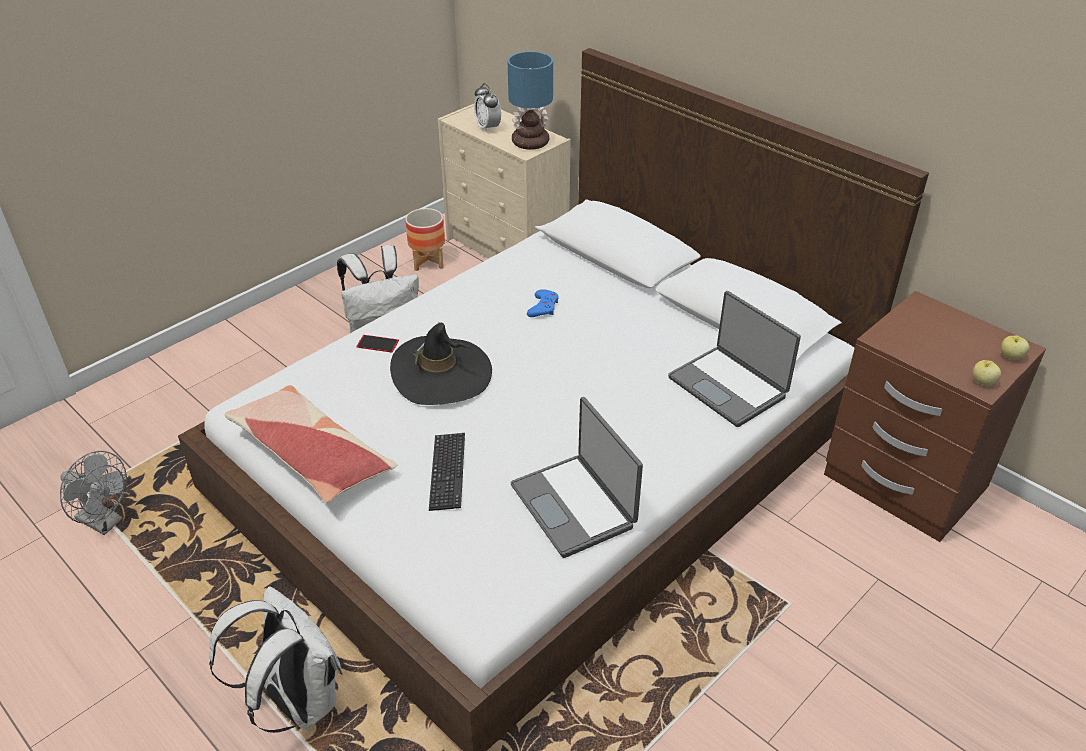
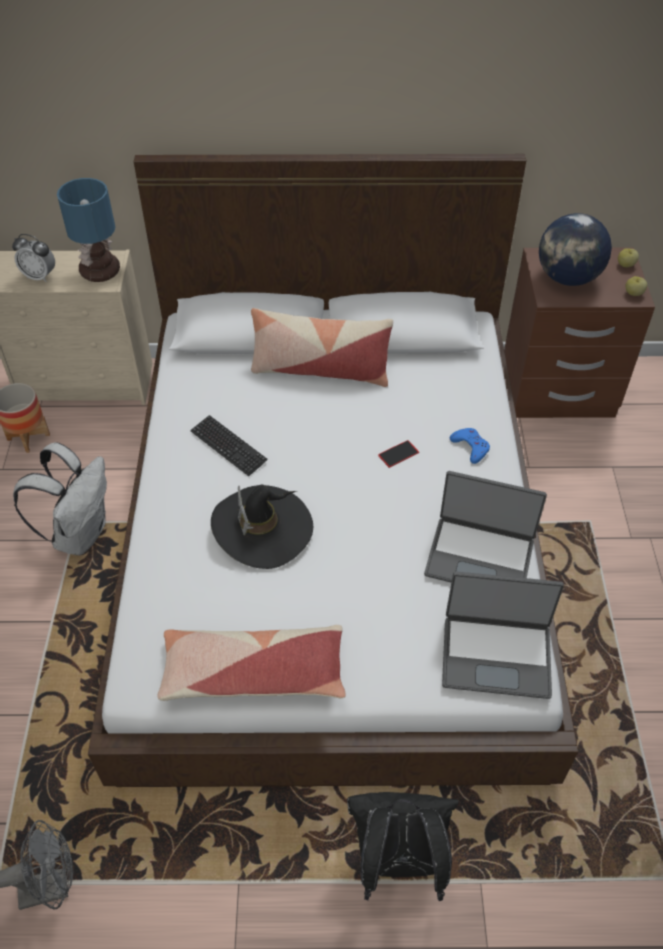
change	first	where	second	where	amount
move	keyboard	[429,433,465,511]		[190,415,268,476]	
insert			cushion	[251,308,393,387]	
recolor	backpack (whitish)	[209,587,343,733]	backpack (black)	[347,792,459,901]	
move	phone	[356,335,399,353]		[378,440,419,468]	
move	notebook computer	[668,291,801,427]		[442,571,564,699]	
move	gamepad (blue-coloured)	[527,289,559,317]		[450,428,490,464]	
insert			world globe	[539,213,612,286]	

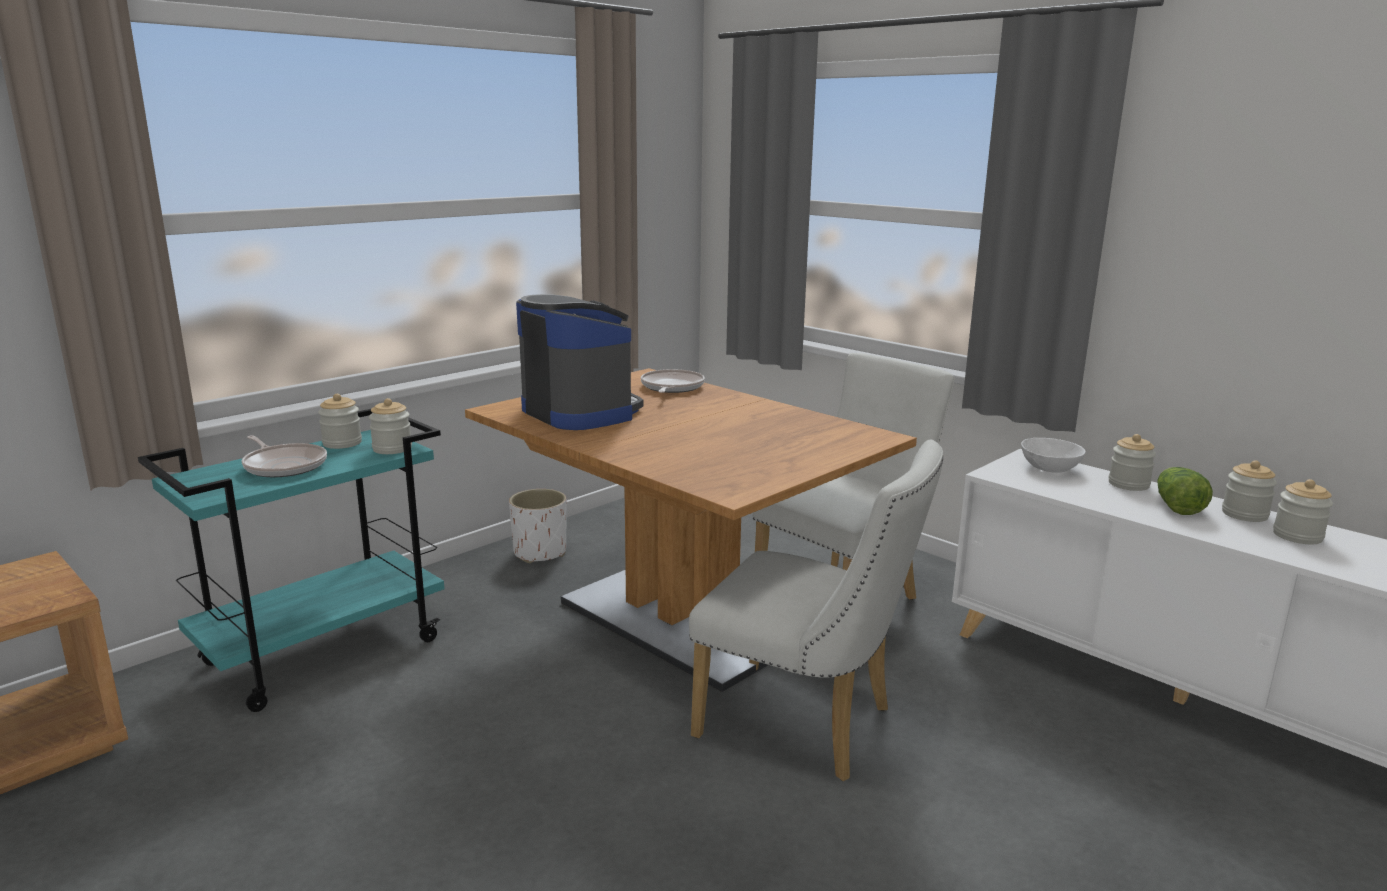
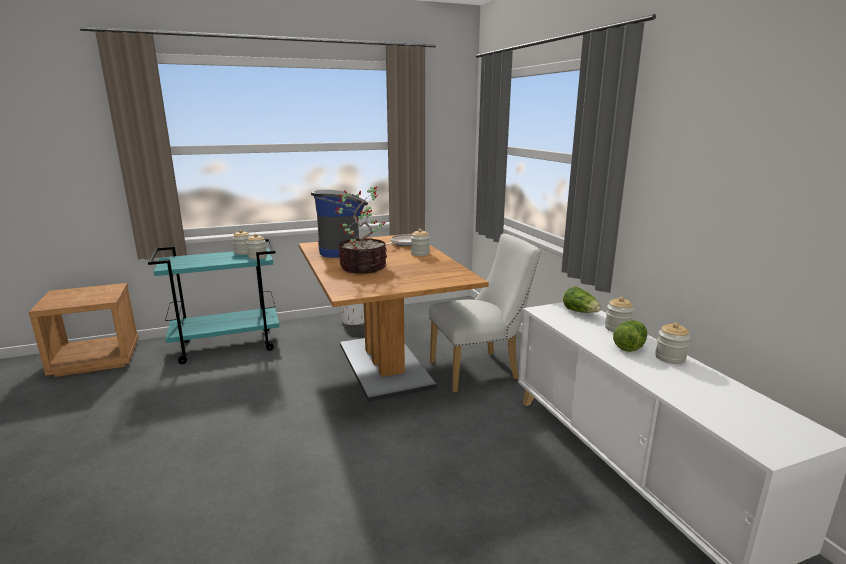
change	first	where	second	where	amount
insert			potted plant	[335,186,387,274]	
move	preserve jar	[1273,479,1333,544]		[411,229,430,256]	
replace	serving bowl (whitish)	[1021,438,1086,473]	lettuce head	[563,286,601,313]	
delete	pan	[242,435,327,477]			
delete	plain chair (whitish)	[689,440,943,781]			

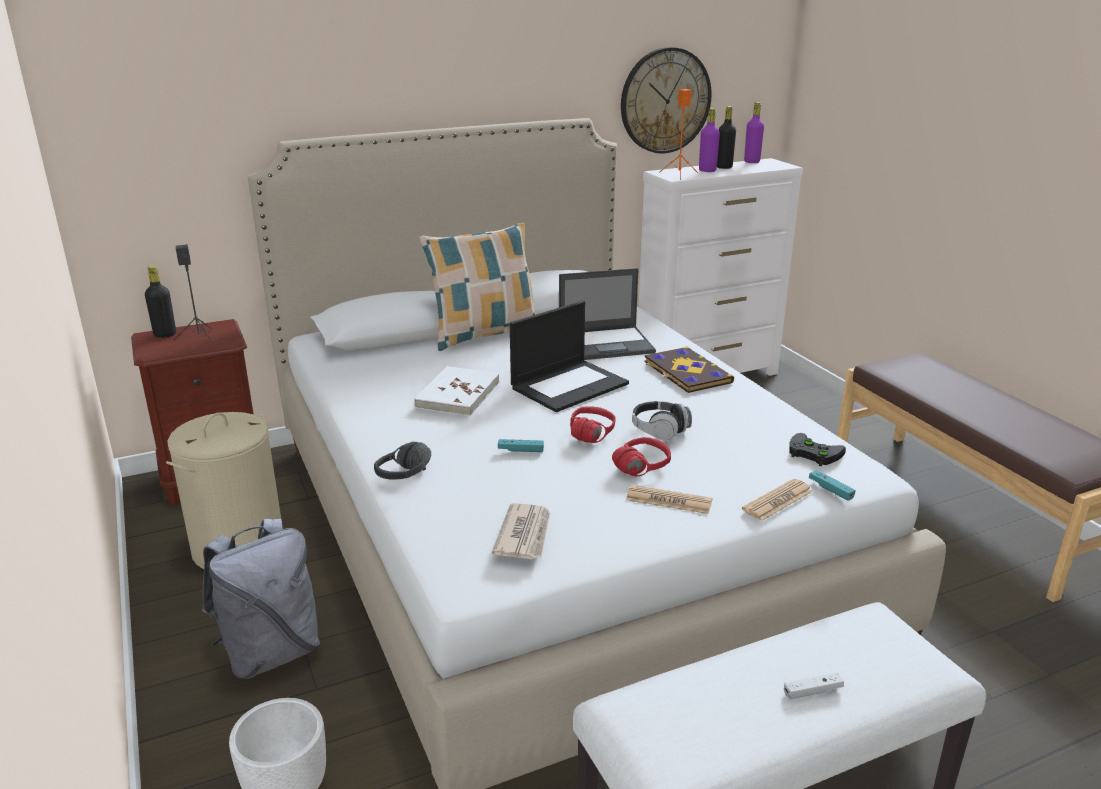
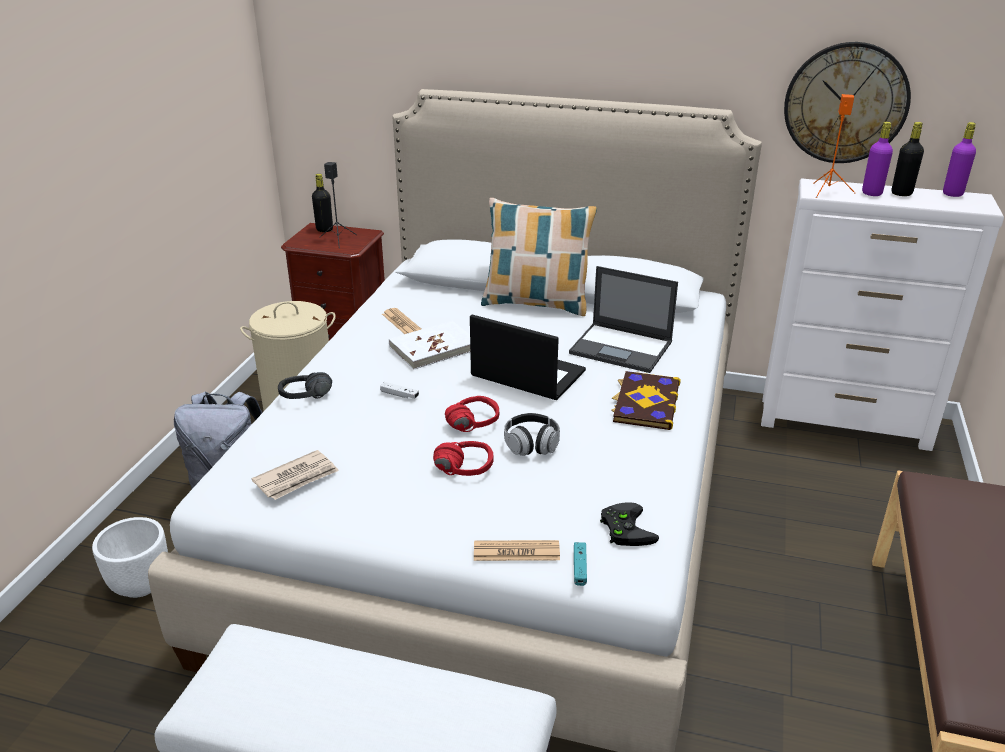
change	first	where	second	where	amount
move	gamepad (whitish)	[784,673,844,699]		[380,382,419,399]	
move	printed paper	[626,485,713,514]		[382,308,421,334]	
rotate	notebook computer	[510,301,629,412]		[470,315,586,400]	150 degrees counterclockwise
delete	gamepad (turquoise)	[498,439,544,452]			

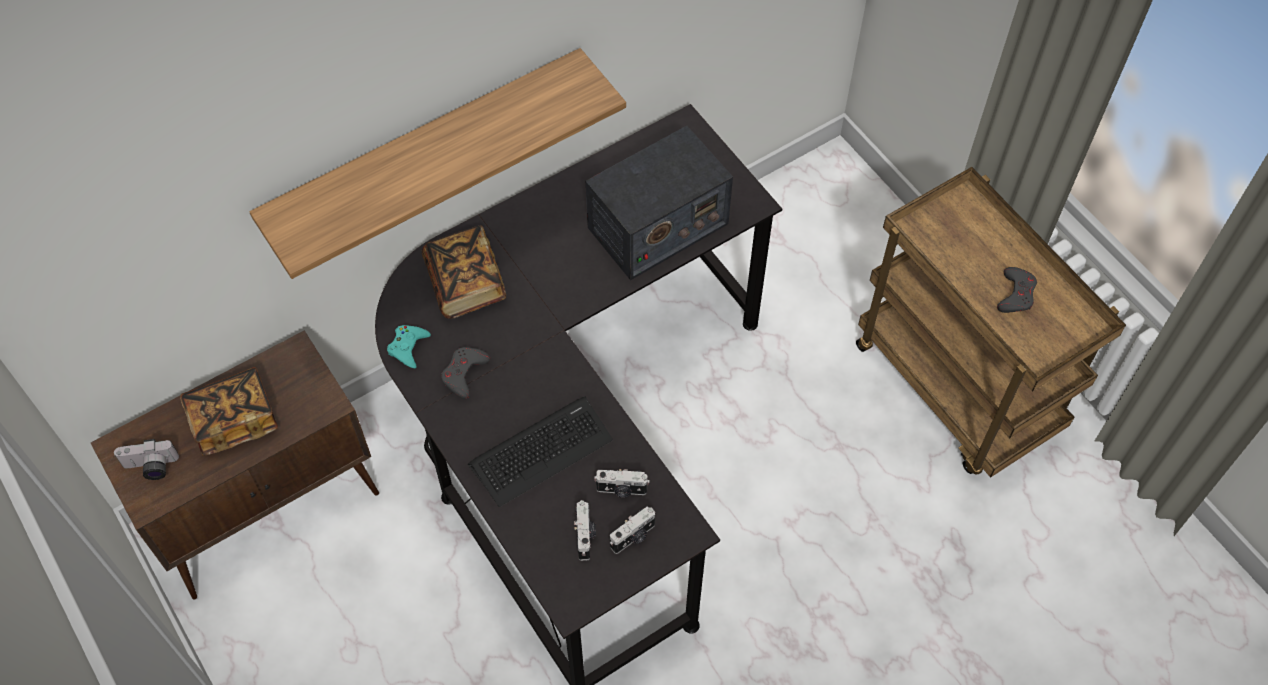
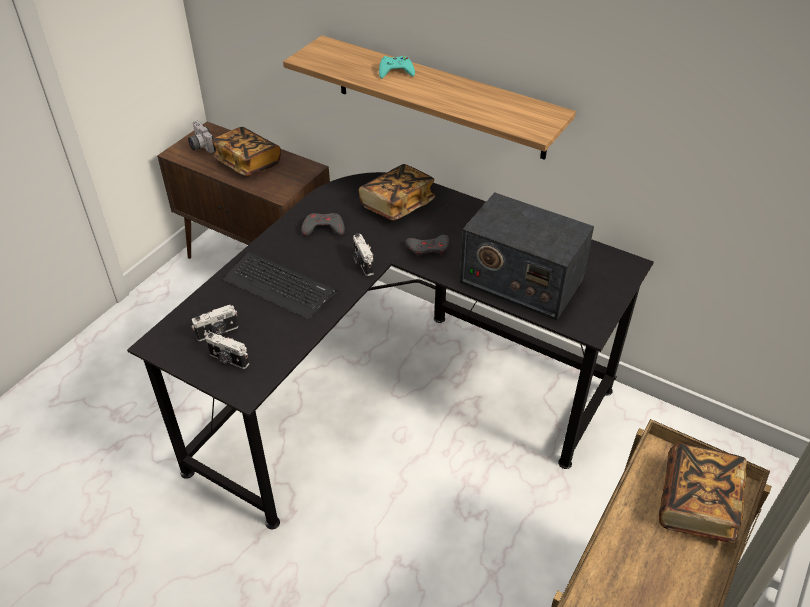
change	first	where	second	where	amount
move	still camera	[594,469,650,498]		[353,234,374,276]	
move	gamepad (turquoise)	[387,325,431,368]		[379,56,415,79]	
move	gamepad (greyish)	[997,267,1037,313]		[405,235,449,258]	
insert			volume	[659,444,747,543]	

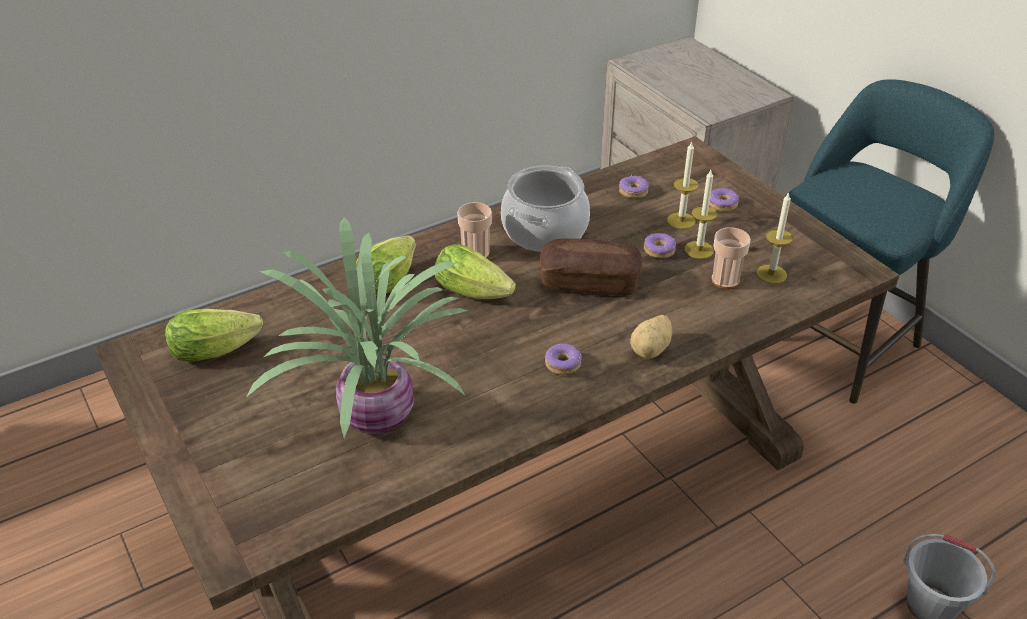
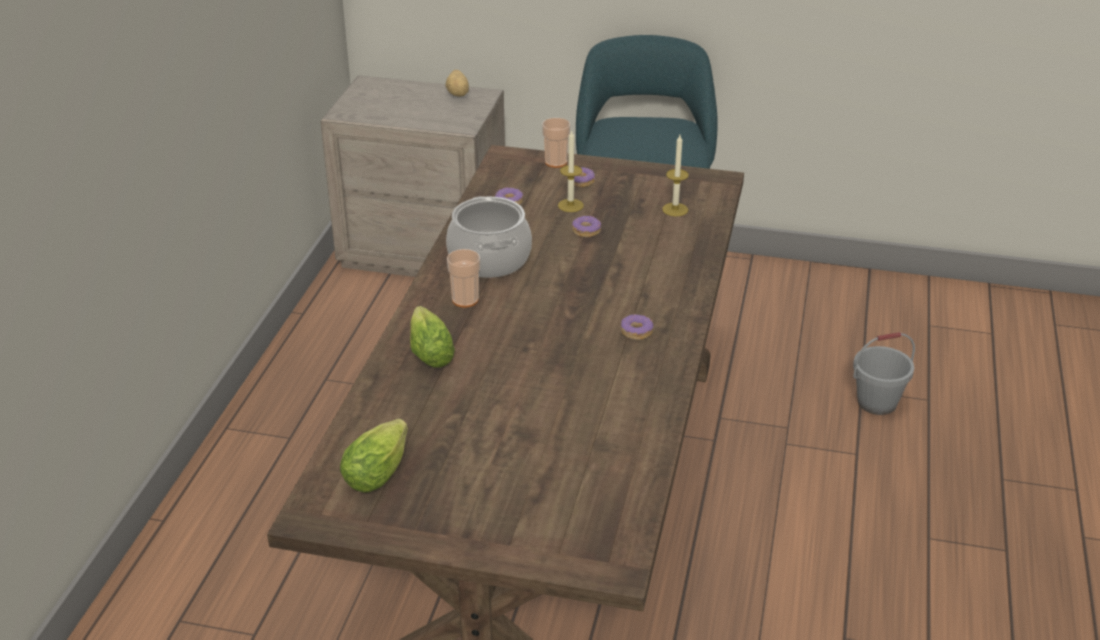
change	first	where	second	where	amount
move	potato	[630,315,672,359]		[446,70,469,97]	
move	drinking cup	[711,228,751,289]		[542,118,570,168]	
delete	potted plant	[247,218,469,438]			
delete	lettuce head	[435,244,516,299]			
delete	bread	[540,239,642,296]			
delete	candle	[685,170,717,259]			

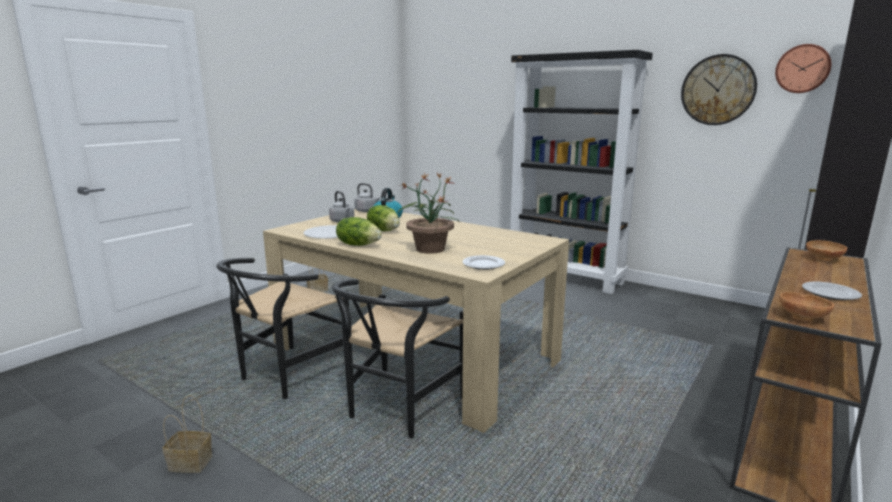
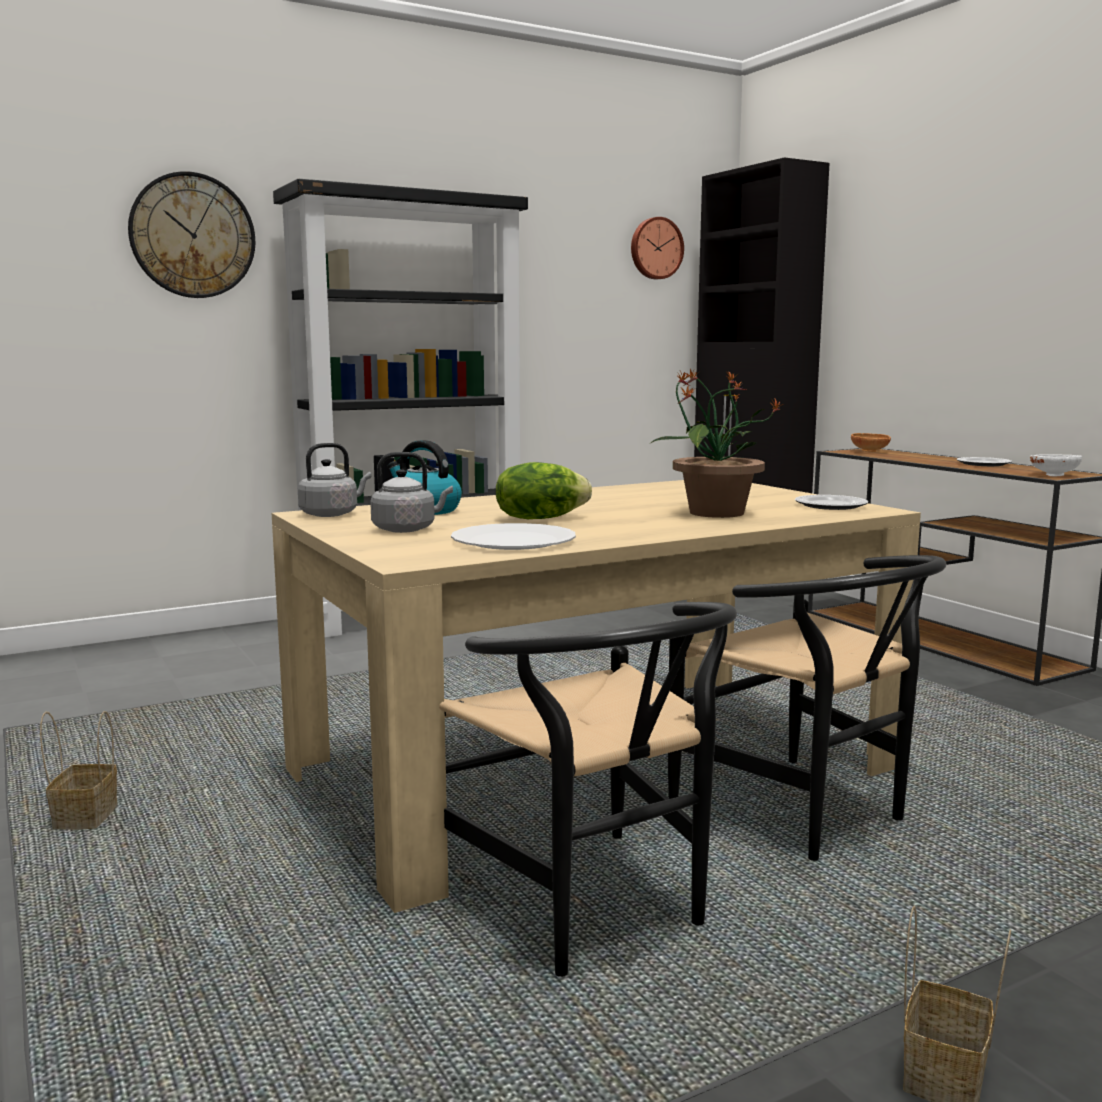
change	first	where	second	where	amount
move	hanging clock	[681,54,757,125]		[128,171,255,298]	
recolor	serving bowl (brown-coloured)	[779,292,834,321]	serving bowl (whitish)	[1030,454,1082,476]	
delete	lettuce head	[336,217,382,246]			

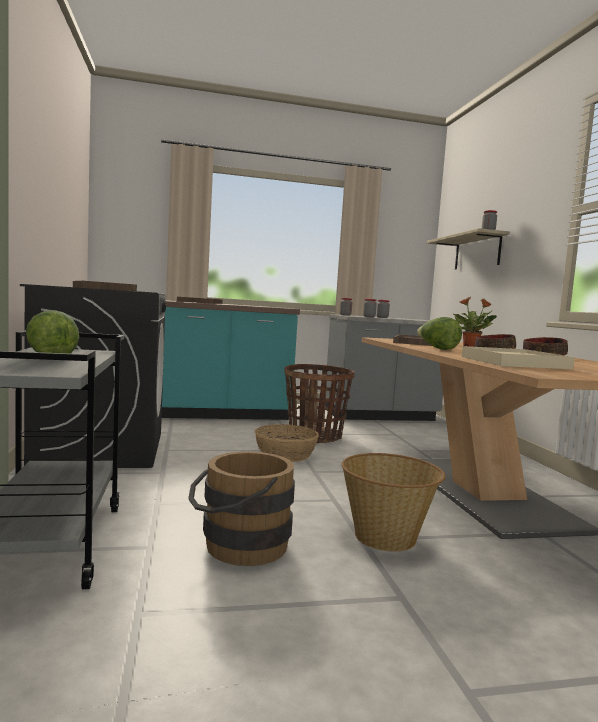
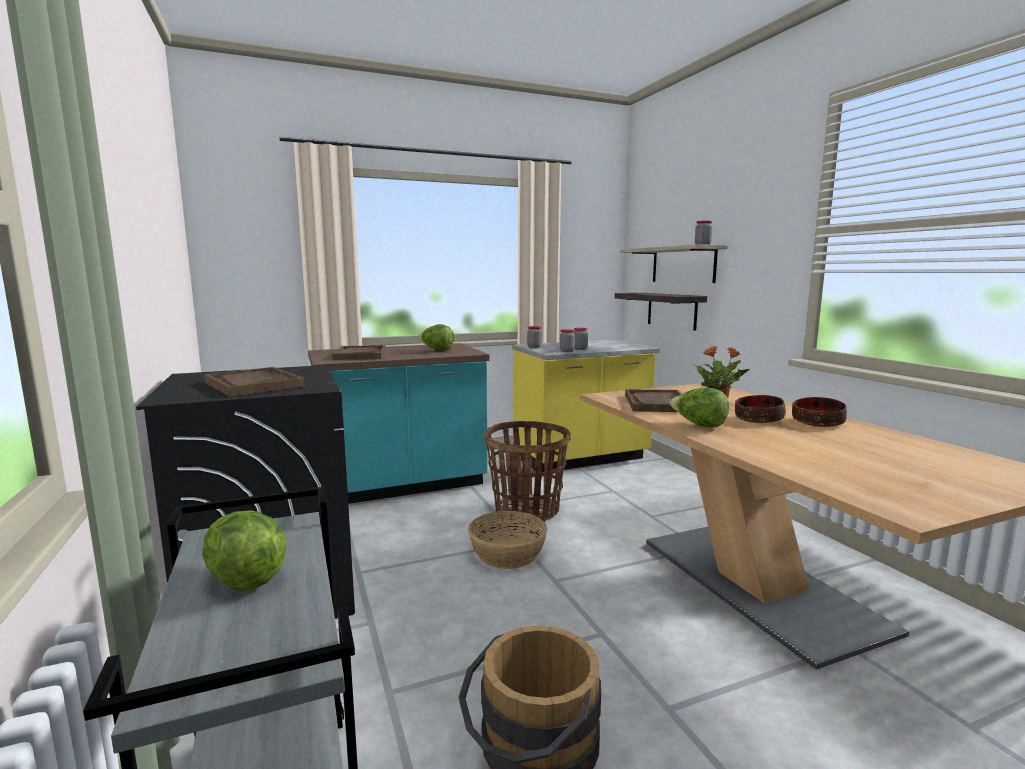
change	first	where	second	where	amount
insert			lettuce head	[418,324,454,351]	
recolor	counter (greyish)	[325,314,443,421]	counter (yellow)	[512,339,660,472]	
insert			wall shelf	[615,293,707,331]	
delete	basket	[341,453,445,552]			
delete	serving tray (beige-coloured)	[462,346,575,369]			

